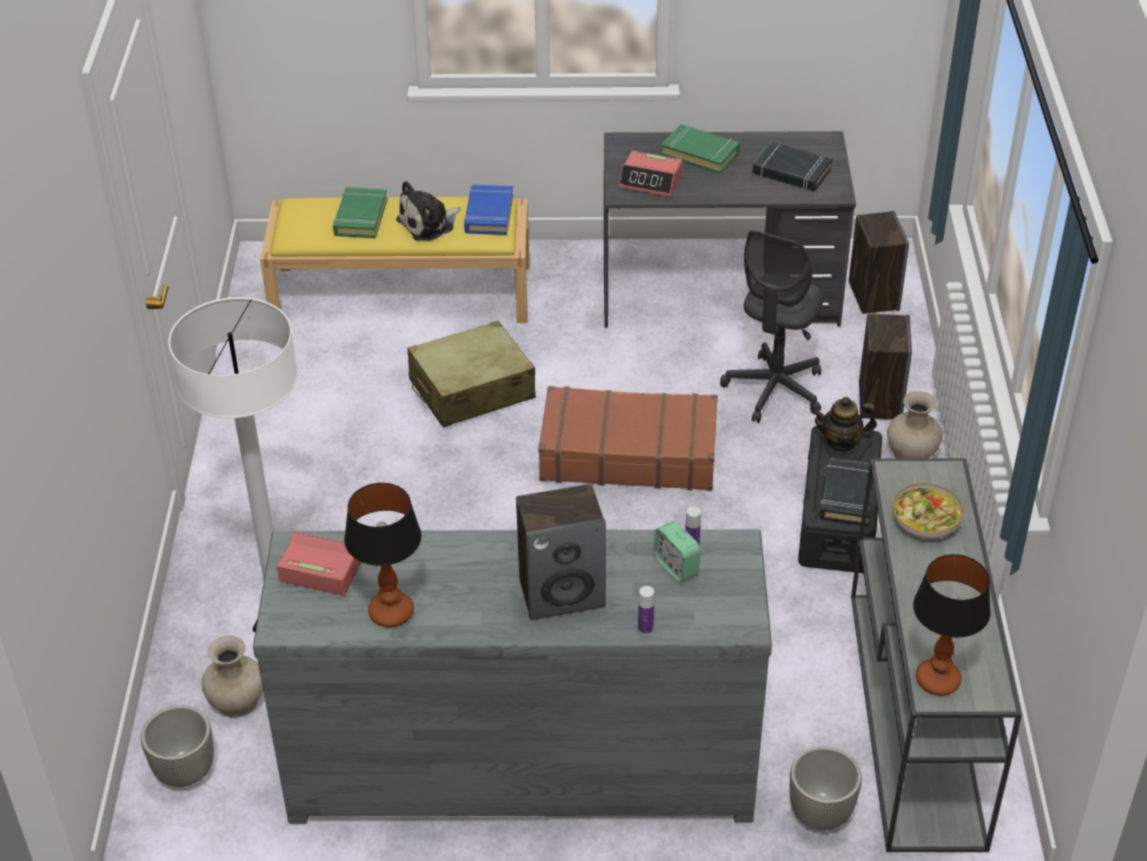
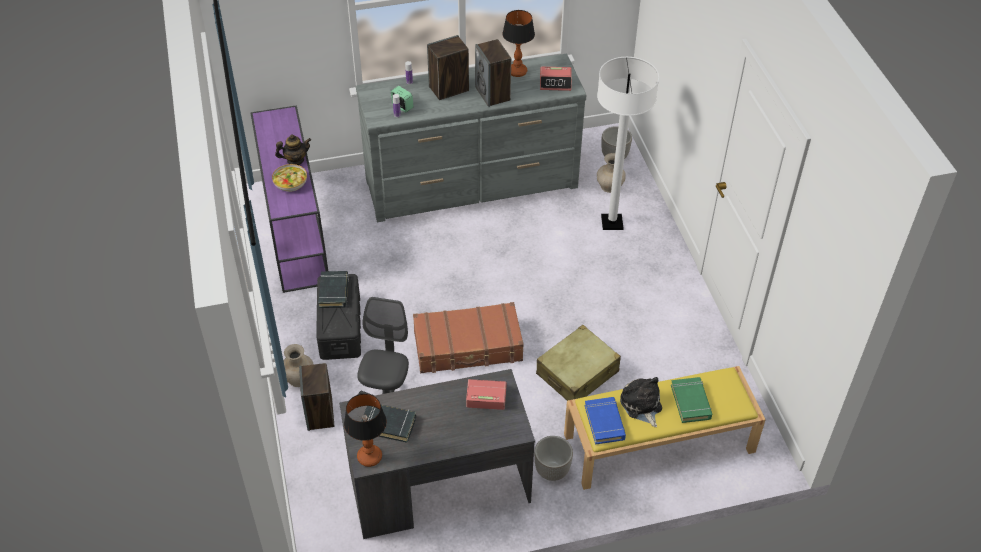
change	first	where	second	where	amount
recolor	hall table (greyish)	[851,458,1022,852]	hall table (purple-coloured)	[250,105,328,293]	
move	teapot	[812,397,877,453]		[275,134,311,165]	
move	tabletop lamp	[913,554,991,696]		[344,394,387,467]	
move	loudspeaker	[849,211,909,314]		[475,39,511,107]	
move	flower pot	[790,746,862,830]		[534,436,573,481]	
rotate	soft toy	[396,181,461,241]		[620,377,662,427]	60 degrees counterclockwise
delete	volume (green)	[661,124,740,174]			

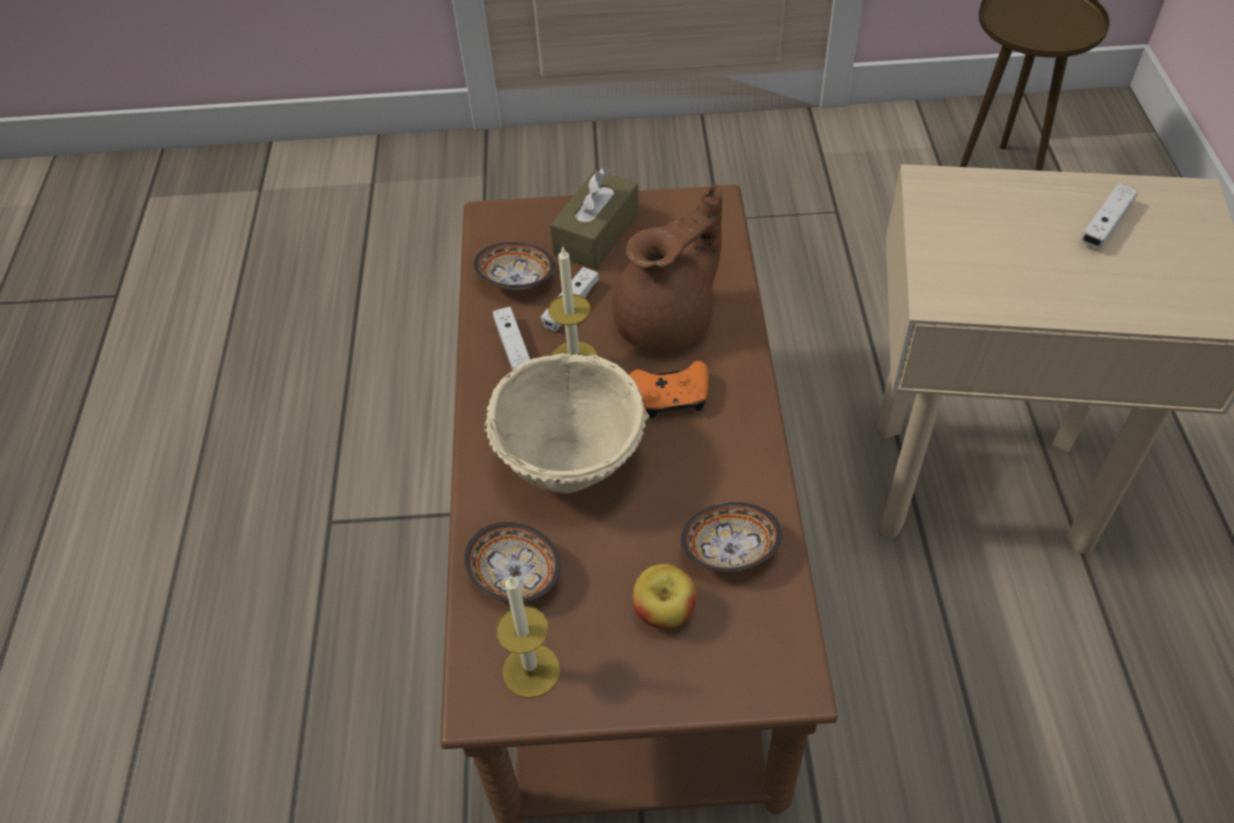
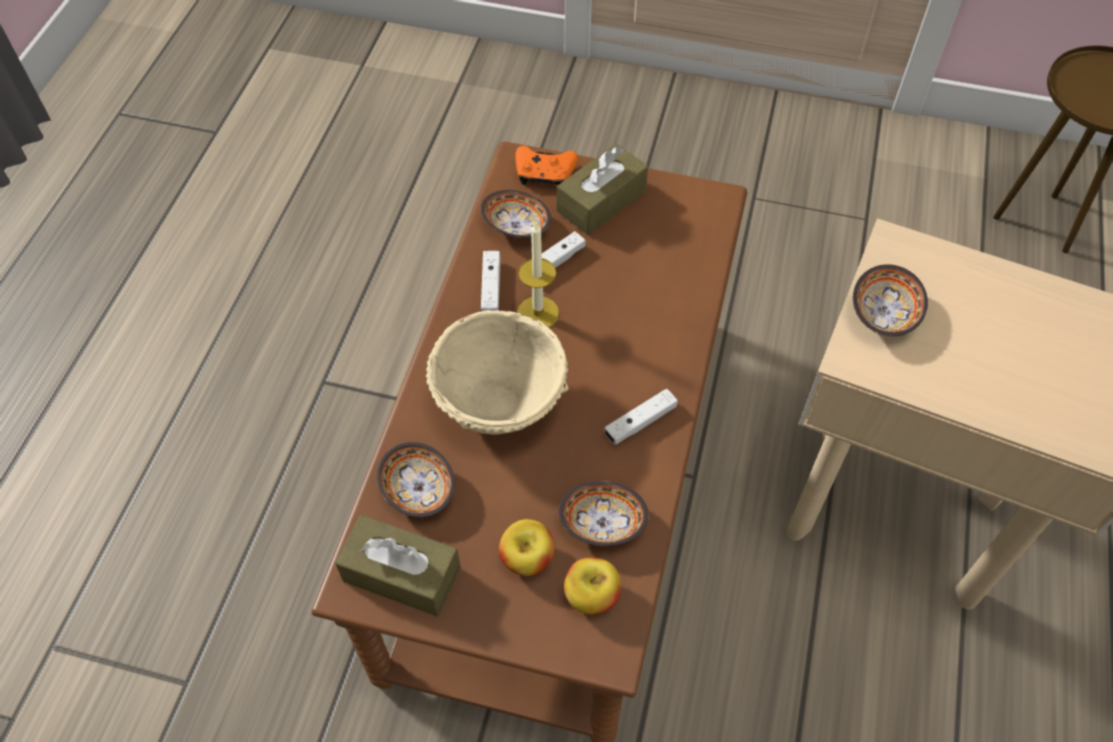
change	first	where	second	where	amount
replace	candle	[496,574,561,698]	box of tissues (brown-coloured)	[335,514,461,616]	
move	gamepad (orange-coloured)	[629,361,708,418]		[516,146,578,186]	
insert			apple	[564,558,621,615]	
move	gamepad (whitish)	[1081,183,1138,247]		[604,389,678,445]	
insert			serving bowl	[853,264,928,336]	
delete	teapot (brown-coloured)	[612,184,722,352]			

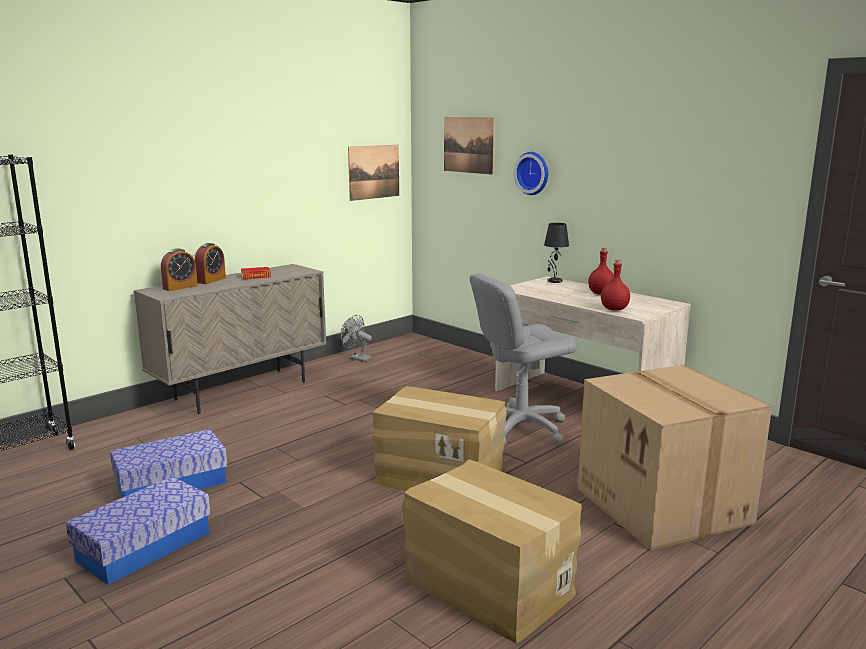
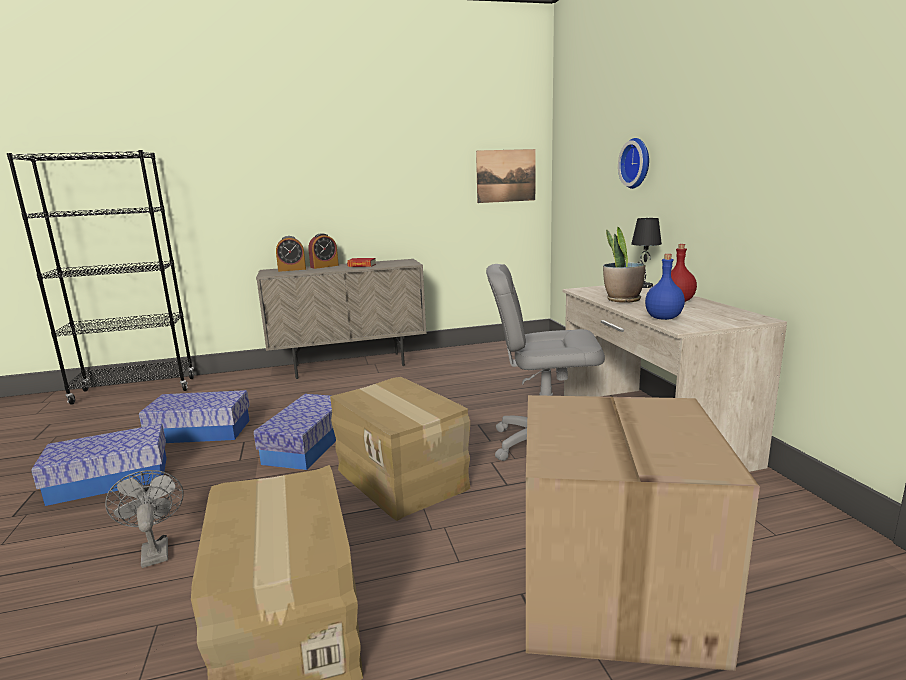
change	first	where	second	where	amount
move	fan (greyish)	[340,315,372,362]		[105,470,184,568]	
insert			storage box	[254,394,336,470]	
insert			potted plant	[603,227,645,303]	
recolor	drink bottle (red)	[601,260,630,310]	drink bottle (blue-coloured)	[645,254,685,320]	
delete	picture	[444,117,495,175]			

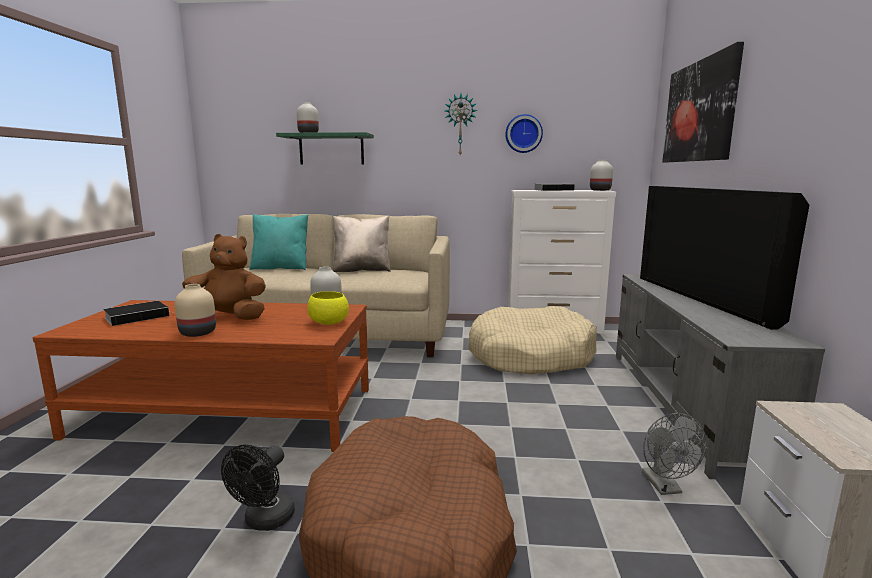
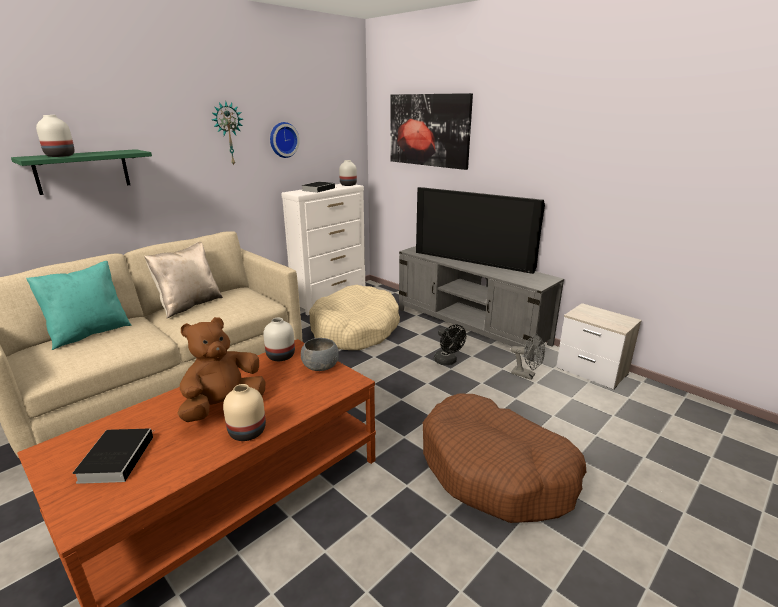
change	first	where	second	where	amount
recolor	serving bowl (yellow)	[307,291,349,325]	serving bowl (greyish)	[301,338,339,371]	
move	fan (black)	[221,444,295,531]		[434,325,466,365]	

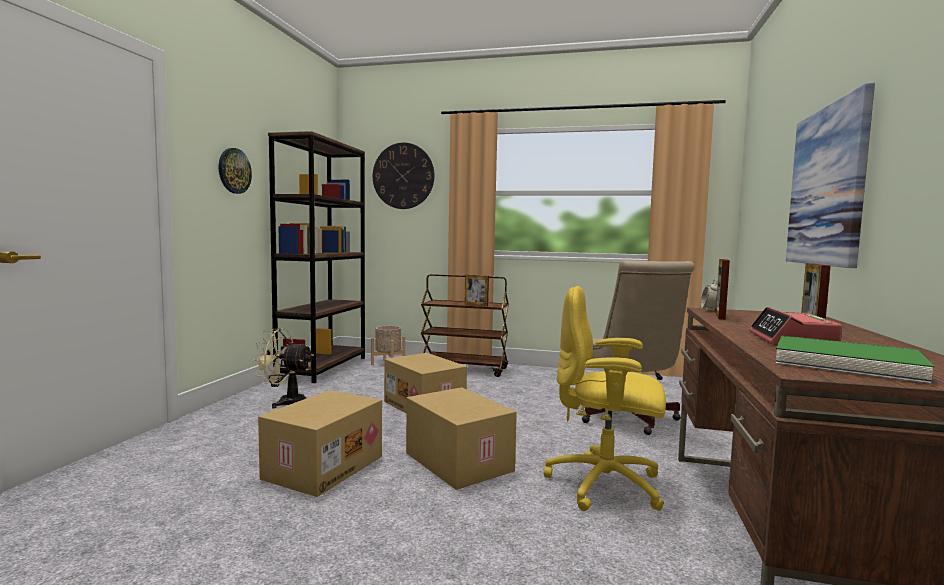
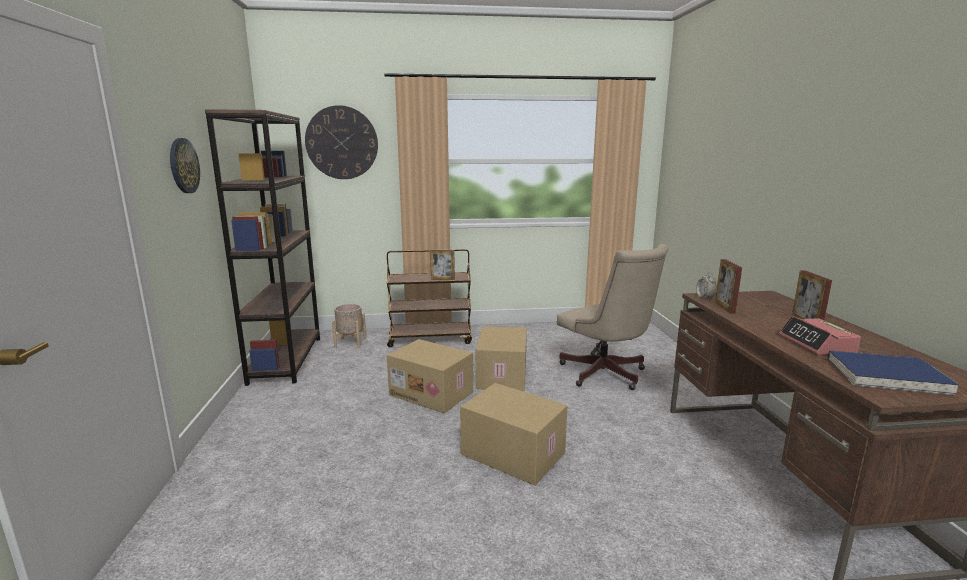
change	first	where	second	where	amount
move	cardboard box	[258,390,382,497]		[476,326,527,391]	
recolor	volume (green)	[776,336,934,384]	volume (blue-coloured)	[828,351,960,395]	
delete	fan (beige-coloured)	[253,328,314,408]			
delete	office chair (yellow)	[543,286,666,511]			
delete	picture	[786,83,875,268]			

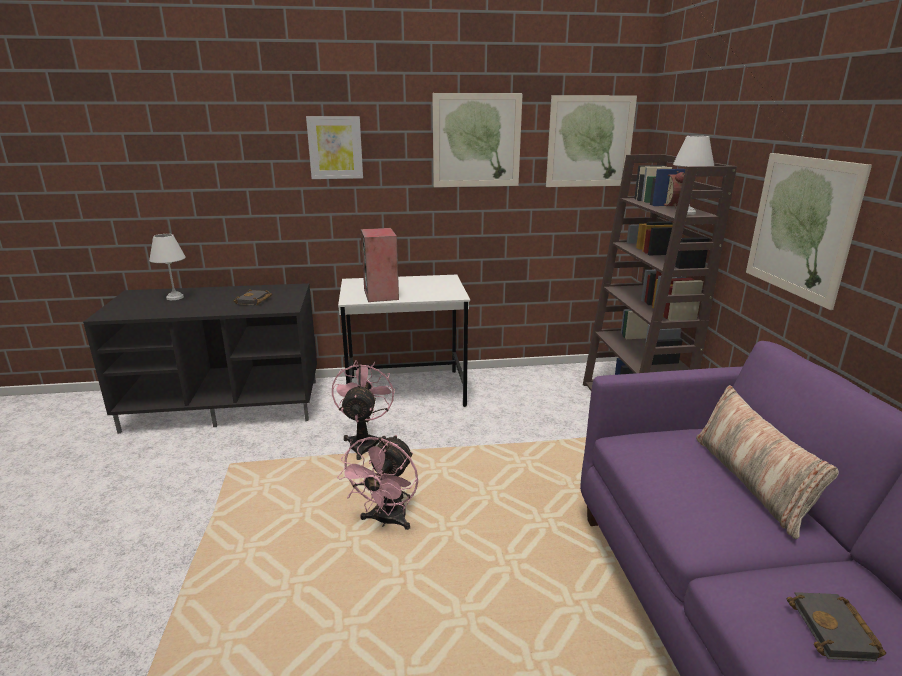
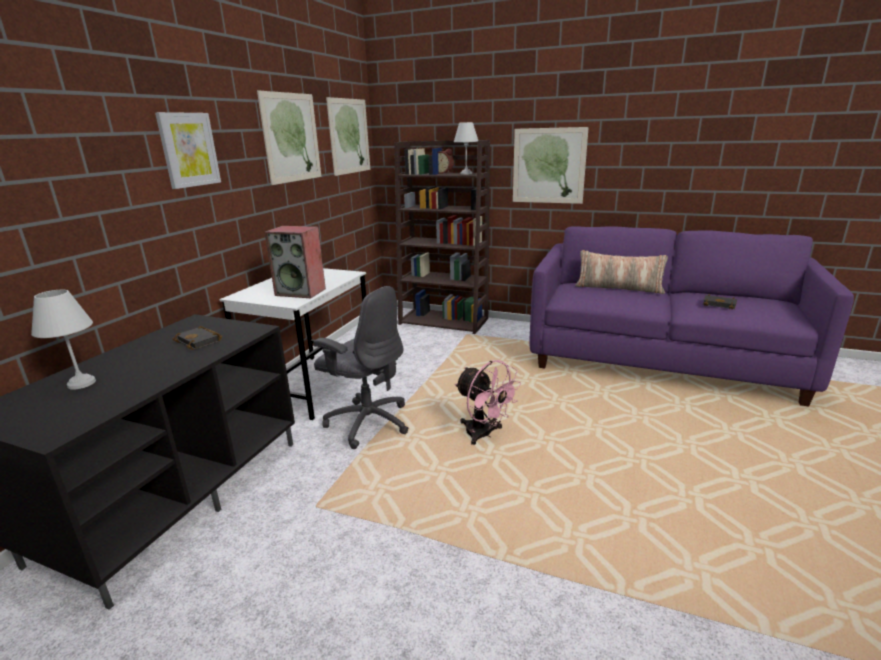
change	first	where	second	where	amount
replace	fan (pinkish)	[332,361,395,460]	office chair (greyish)	[313,286,409,449]	

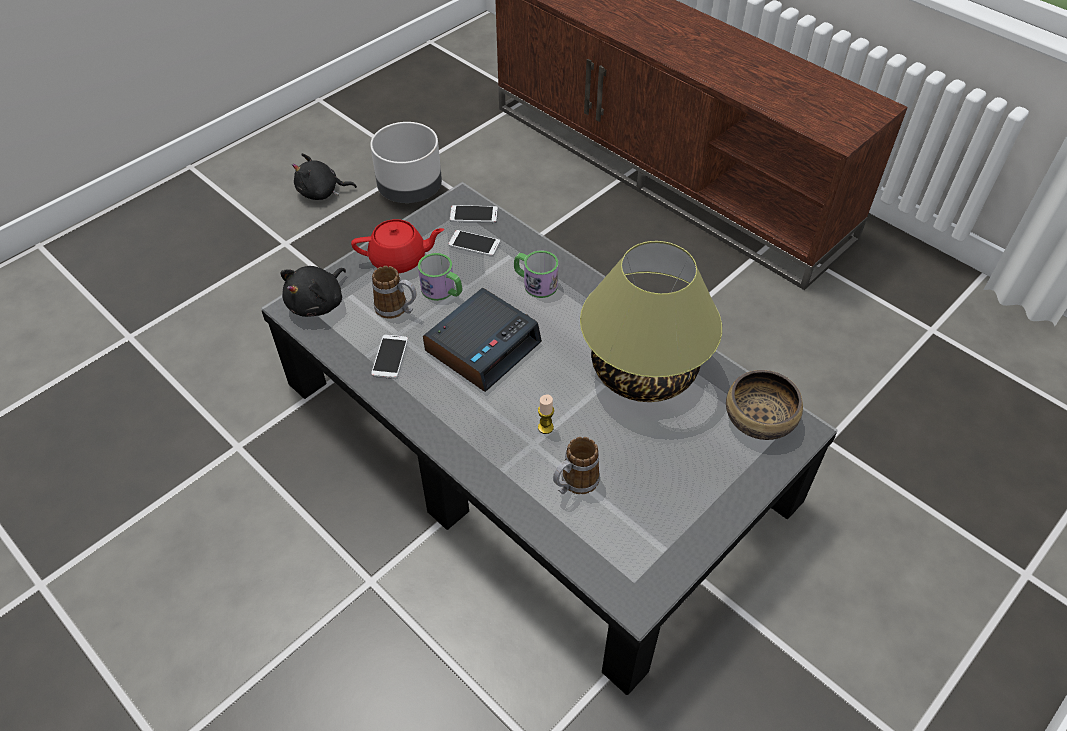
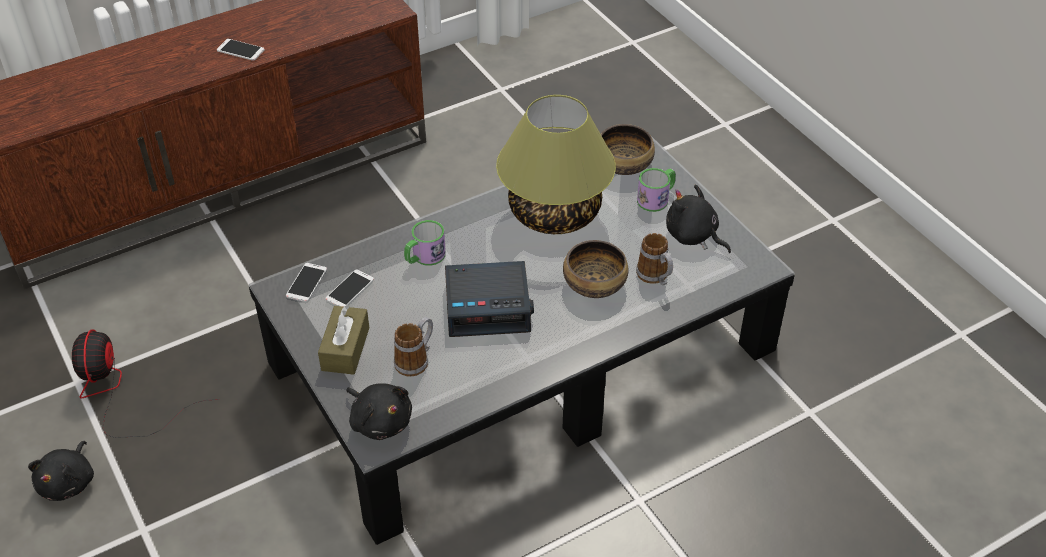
change	first	where	second	where	amount
replace	flower pot (greyish)	[370,122,442,203]	fan	[72,329,220,438]	
move	phone	[371,335,408,378]		[217,39,265,61]	
replace	teapot (red)	[351,219,444,273]	box of tissues (brown-coloured)	[318,305,369,375]	
rotate	alarm clock	[423,288,542,392]		[445,261,534,337]	120 degrees clockwise
replace	candle	[538,395,554,434]	serving bowl	[563,240,628,298]	
move	coffee mug	[418,253,462,301]		[637,168,676,212]	
insert			soft toy (black)	[666,184,731,253]	

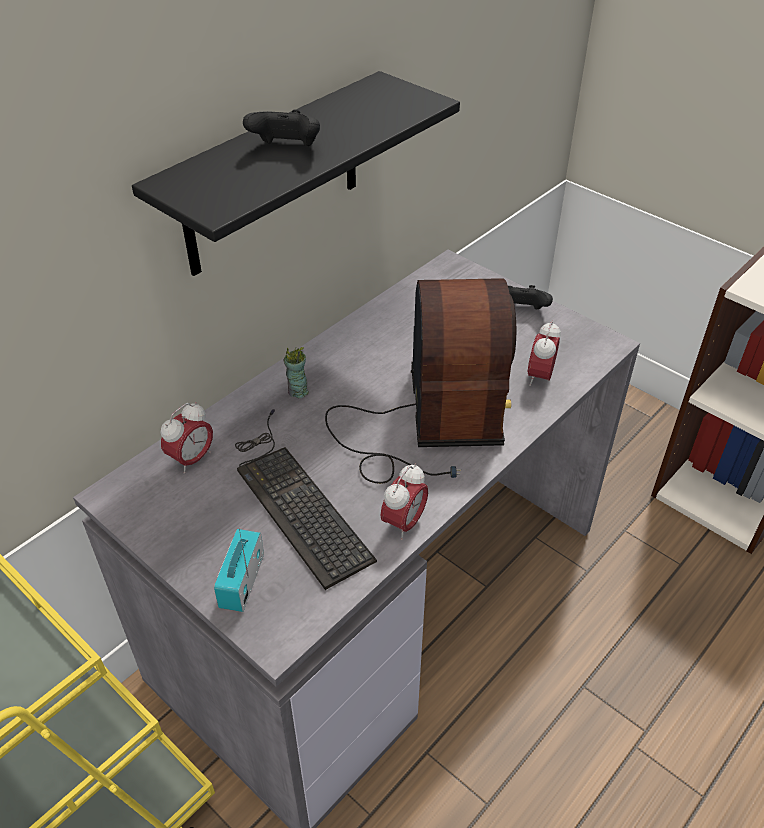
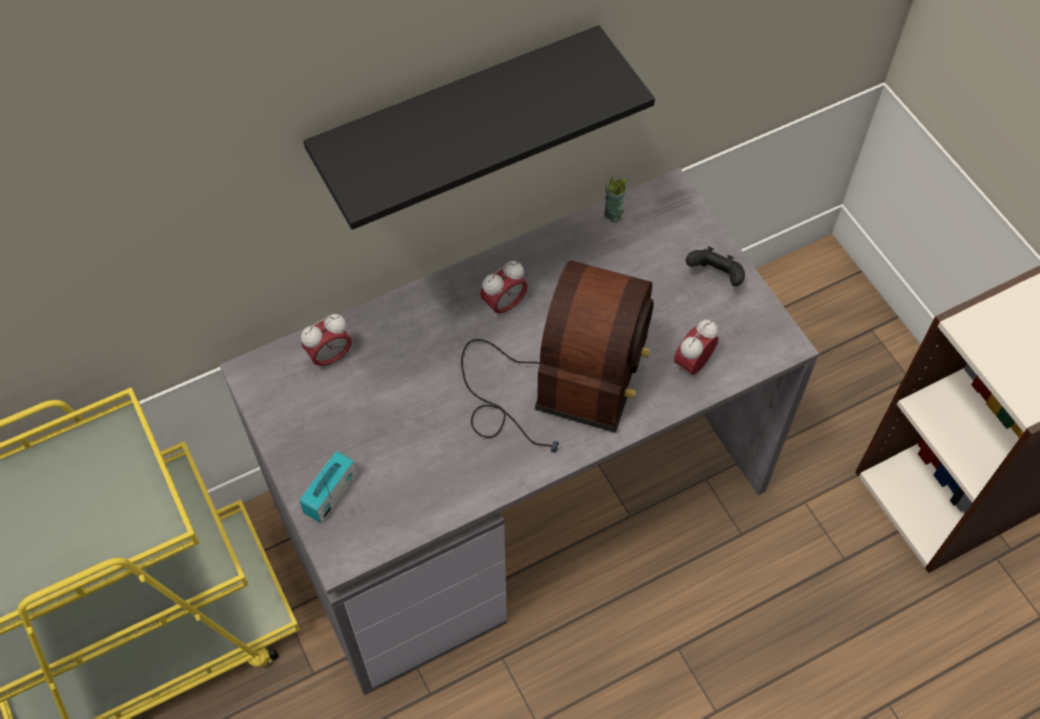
change	first	where	second	where	amount
move	alarm clock	[380,463,428,540]		[480,261,528,319]	
move	drinking cup	[284,347,309,398]		[604,176,627,222]	
delete	keyboard	[235,409,377,590]			
delete	gamepad (black)	[243,109,320,146]			

